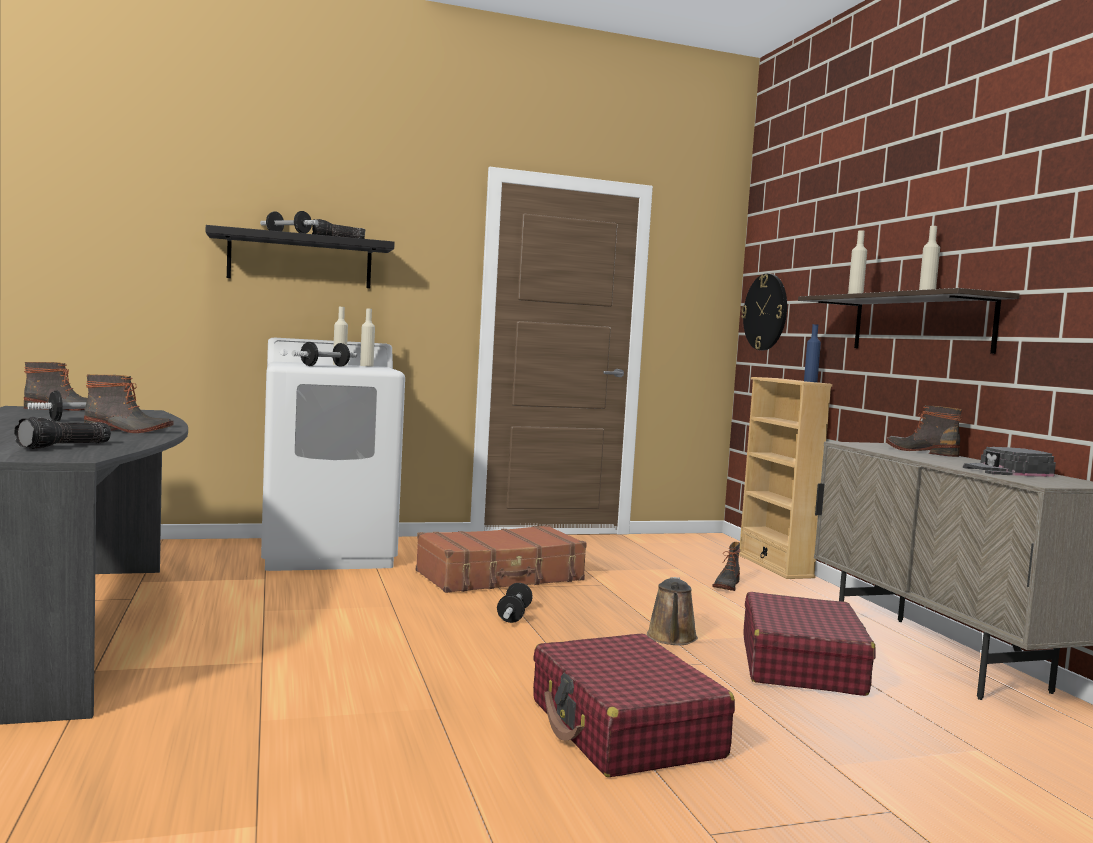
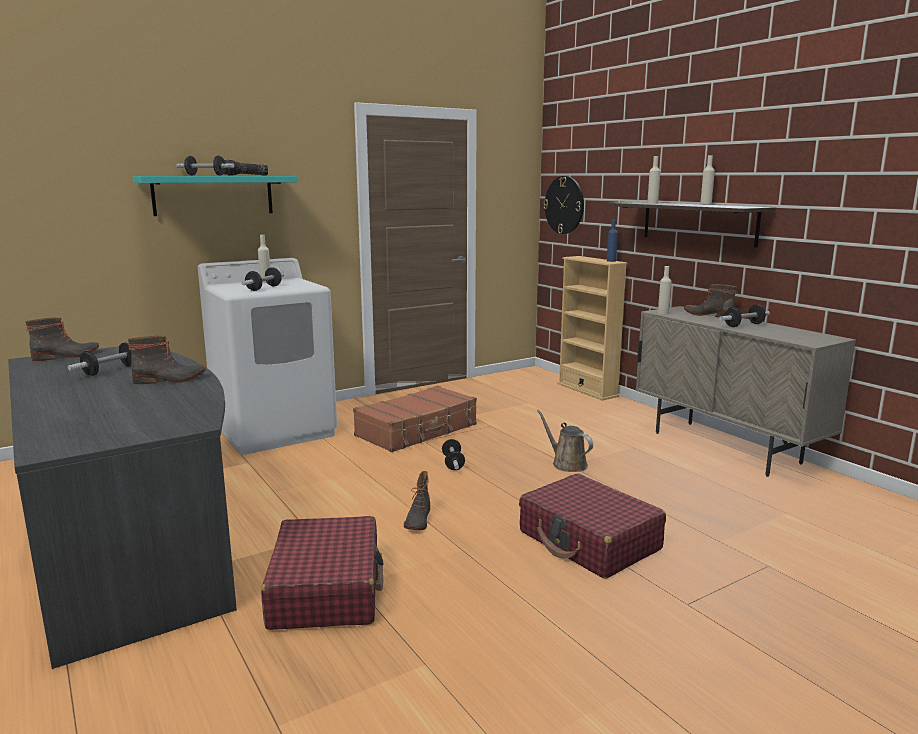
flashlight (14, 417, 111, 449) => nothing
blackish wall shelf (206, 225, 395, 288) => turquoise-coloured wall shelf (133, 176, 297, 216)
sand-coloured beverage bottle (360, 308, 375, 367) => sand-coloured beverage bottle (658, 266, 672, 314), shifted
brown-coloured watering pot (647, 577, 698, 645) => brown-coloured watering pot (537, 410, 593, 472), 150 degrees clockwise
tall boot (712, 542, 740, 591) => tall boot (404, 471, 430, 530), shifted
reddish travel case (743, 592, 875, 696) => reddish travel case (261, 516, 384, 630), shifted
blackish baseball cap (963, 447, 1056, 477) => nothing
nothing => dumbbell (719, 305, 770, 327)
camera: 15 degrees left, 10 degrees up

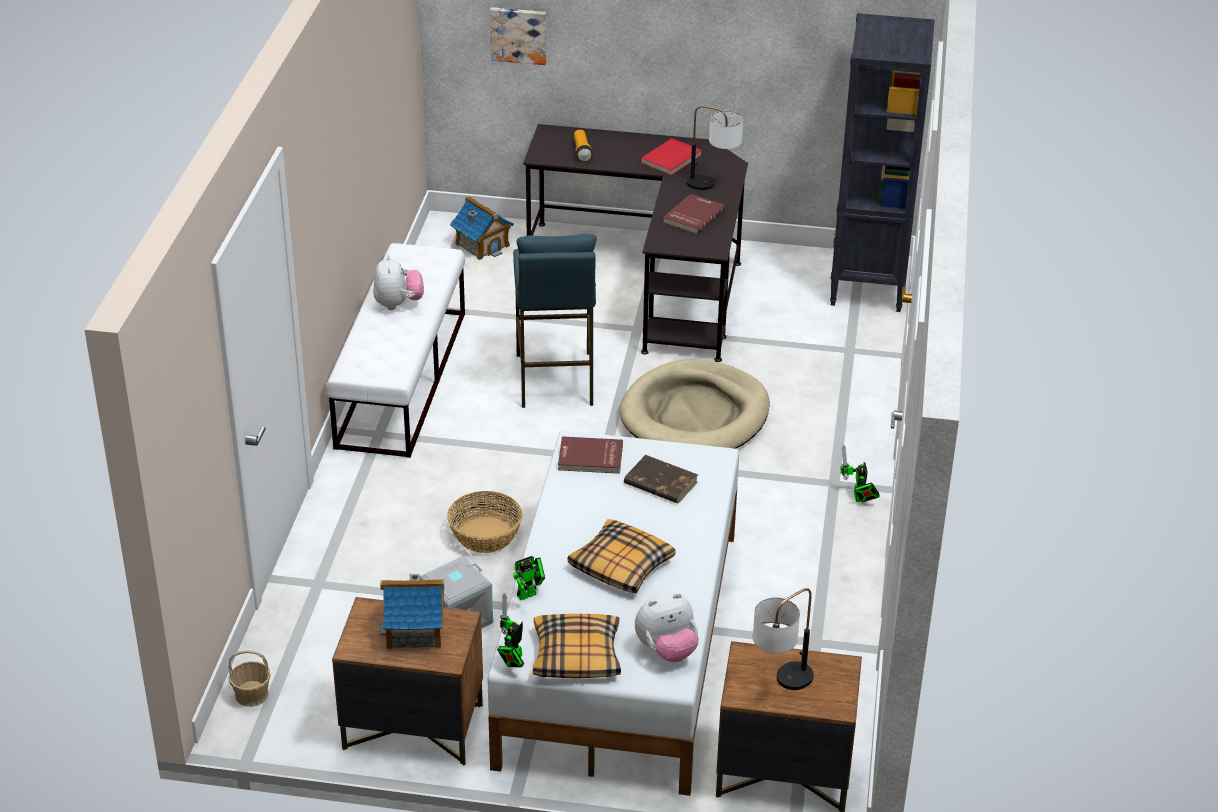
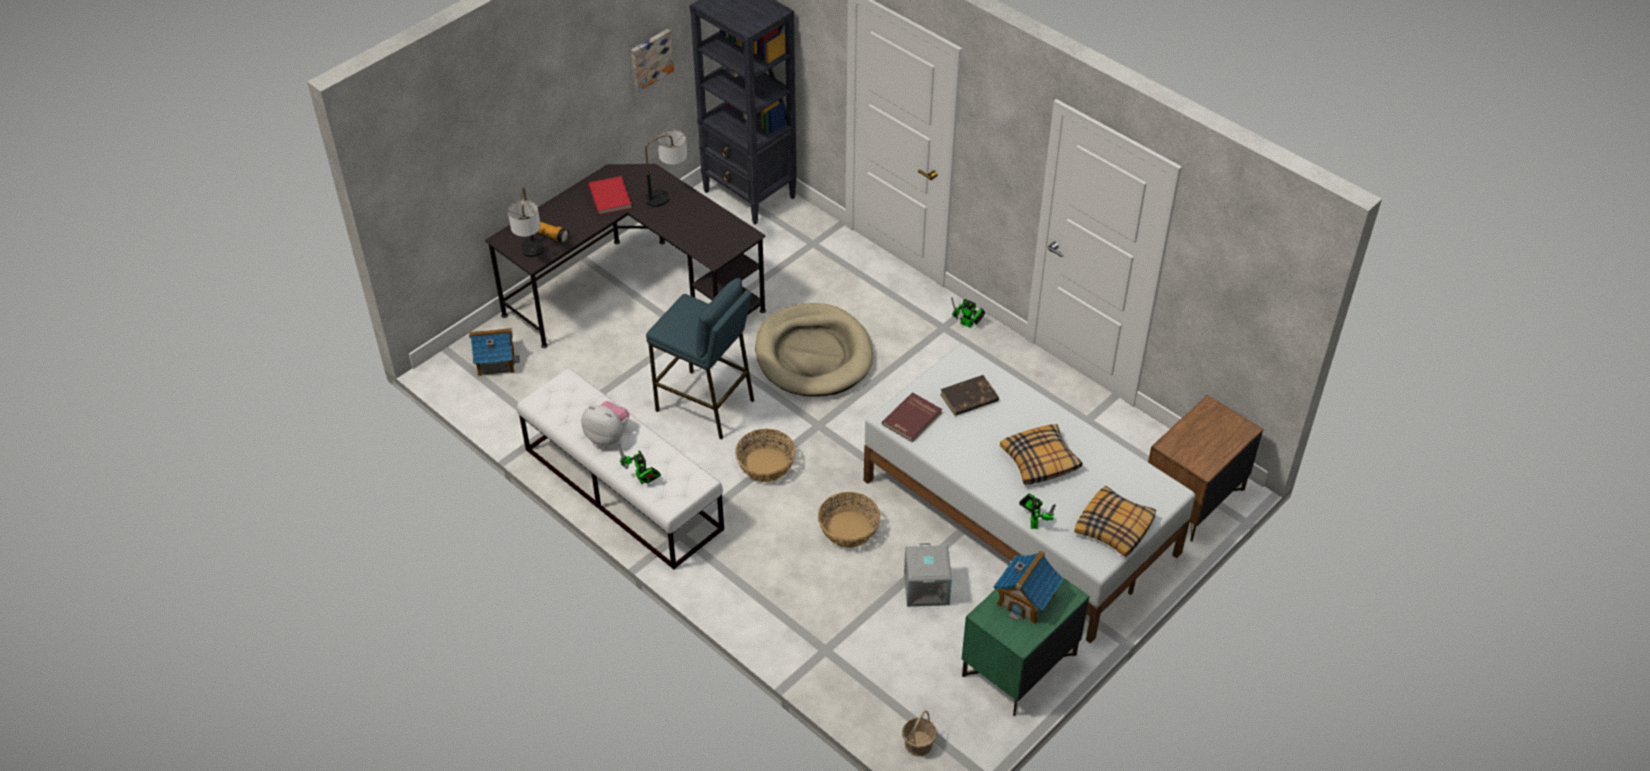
brown-coloured night table (332, 597, 483, 766) => green night table (962, 576, 1090, 716)
wall picture (490, 7, 547, 65) => wall picture (631, 29, 674, 92), shifted
model robot (497, 593, 524, 667) => model robot (617, 443, 661, 484), shifted
plush toy (635, 593, 699, 662) => nothing
reddish bound book (663, 194, 725, 234) => nothing
table lamp (753, 588, 814, 690) => table lamp (508, 187, 544, 257), shifted
nothing => basket (735, 429, 796, 482)
camera: 55 degrees left, 10 degrees up

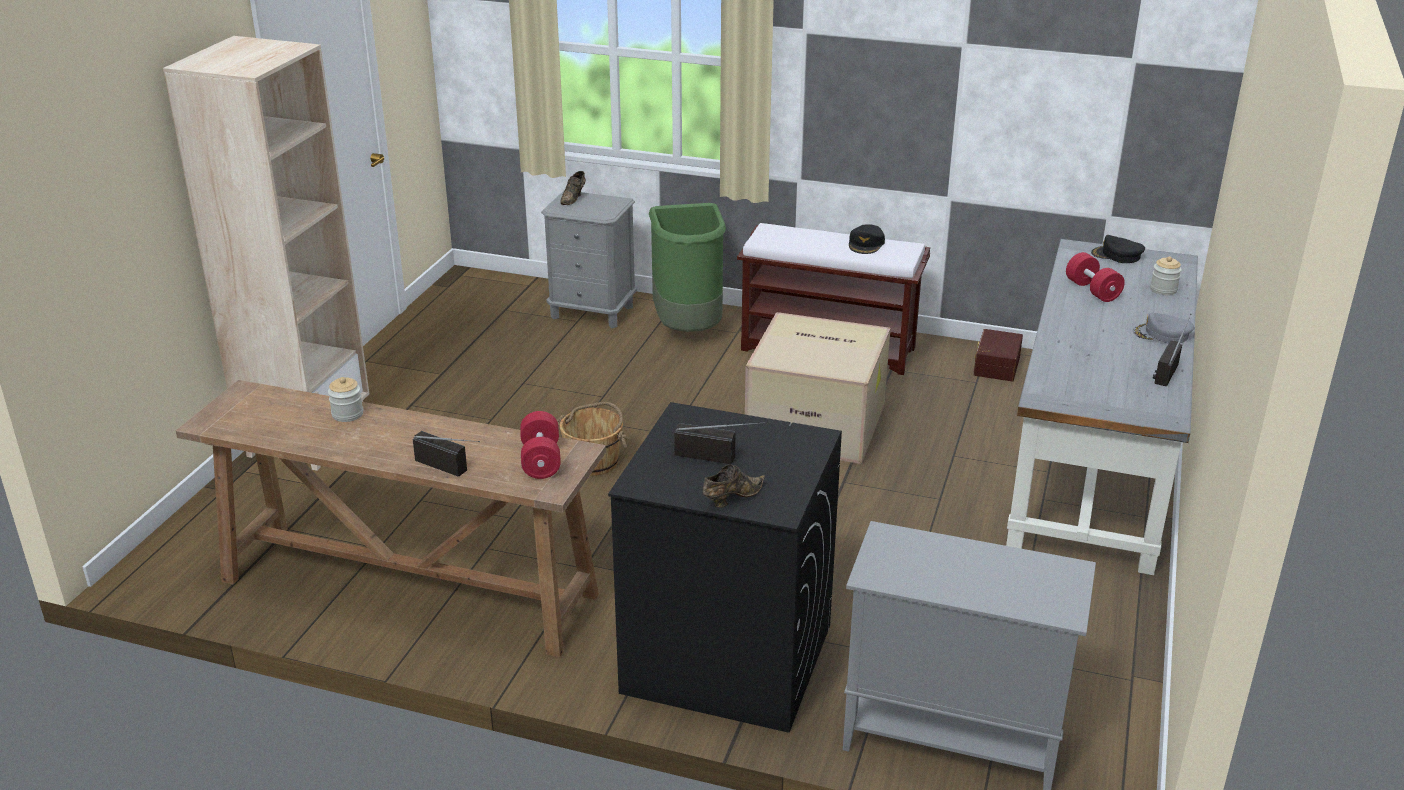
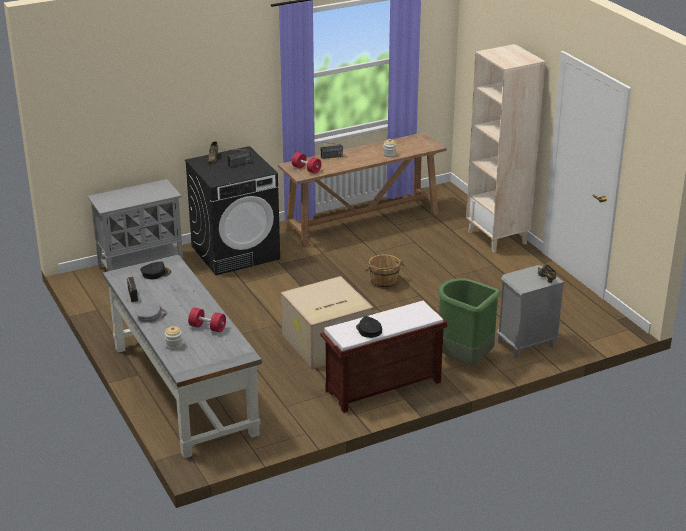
brown-coloured storage box (974, 329, 1023, 381) => nothing
blackish baseball cap (1091, 235, 1145, 263) => blackish baseball cap (140, 262, 171, 279), shifted
camera: 135 degrees right, 0 degrees up

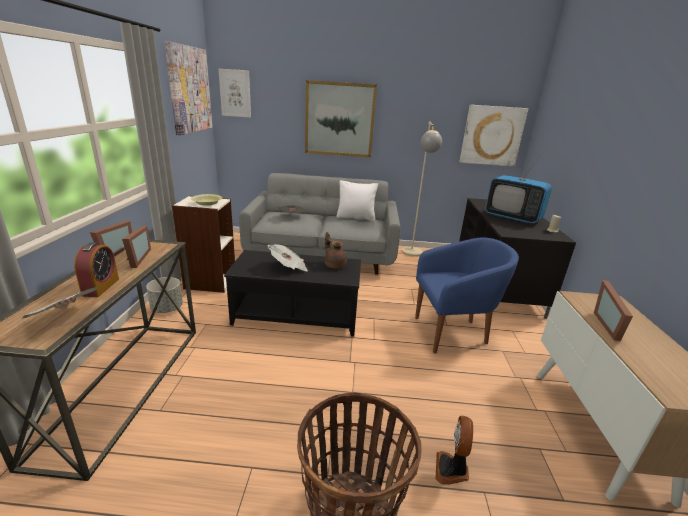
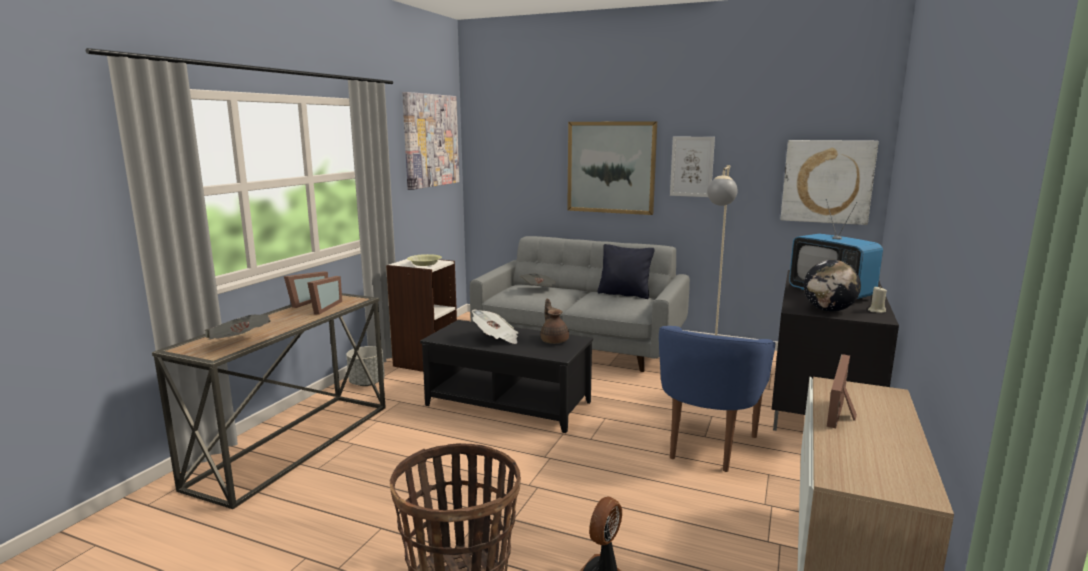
bedside clock (74, 242, 119, 297) => nothing
wall picture (219, 69, 251, 118) => wall picture (670, 137, 715, 197), shifted
white throw pillow (336, 180, 378, 221) => blackish throw pillow (597, 244, 655, 299)
blue easy chair (415, 237, 519, 353) => blue easy chair (659, 326, 775, 472), 105 degrees clockwise
nothing => world globe (804, 260, 861, 312)
camera: 20 degrees right, 10 degrees down

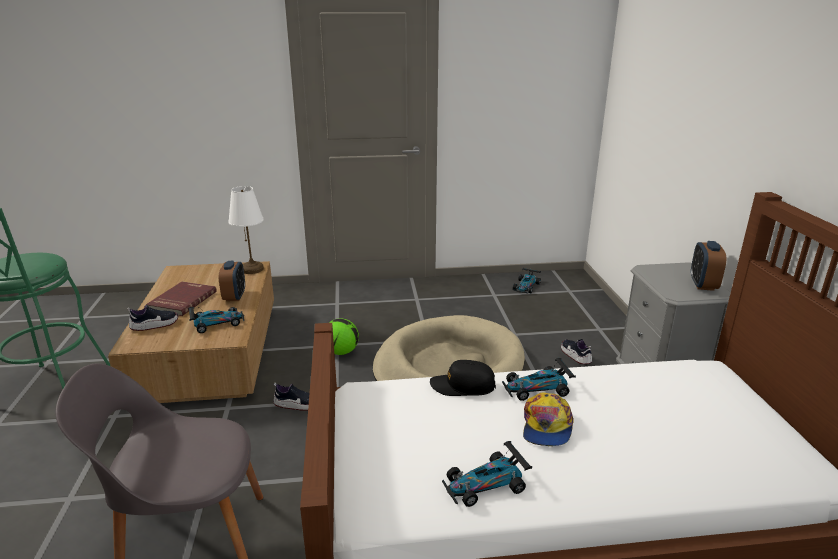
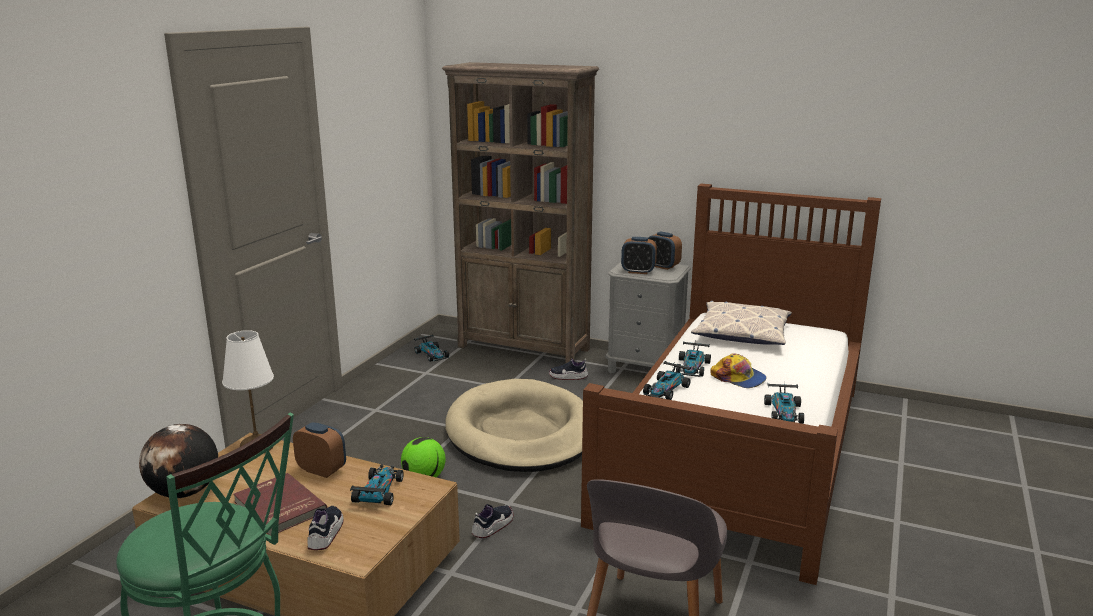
blackish baseball cap (430, 360, 496, 396) => model car (643, 361, 691, 400)
nothing => world globe (139, 424, 218, 498)
nothing => brown-coloured bookcase (442, 62, 599, 363)
nothing => bedside clock (621, 237, 657, 274)
nothing => throw pillow (691, 301, 792, 345)
camera: 60 degrees left, 5 degrees down

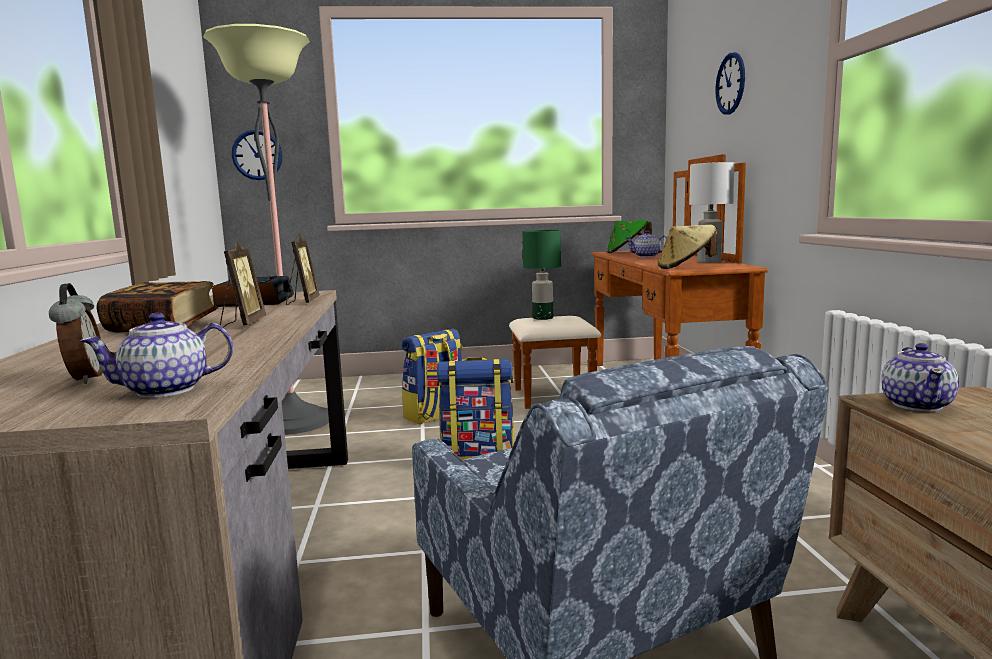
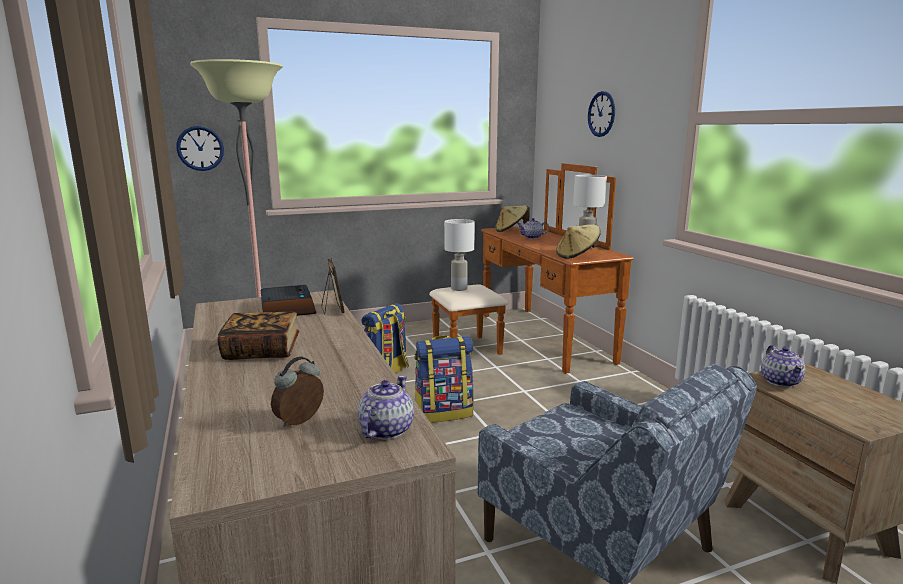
bedside clock (49, 283, 103, 384) => bedside clock (271, 357, 324, 427), 105 degrees counterclockwise
tea pot (80, 313, 233, 398) => tea pot (358, 375, 414, 439), 150 degrees clockwise
photo frame (220, 240, 266, 328) => nothing
green table lamp (522, 230, 561, 320) => white table lamp (444, 219, 475, 291)
green wearable hat (607, 220, 652, 253) => sand-coloured wearable hat (495, 206, 529, 232)
camera: 15 degrees left, 5 degrees up

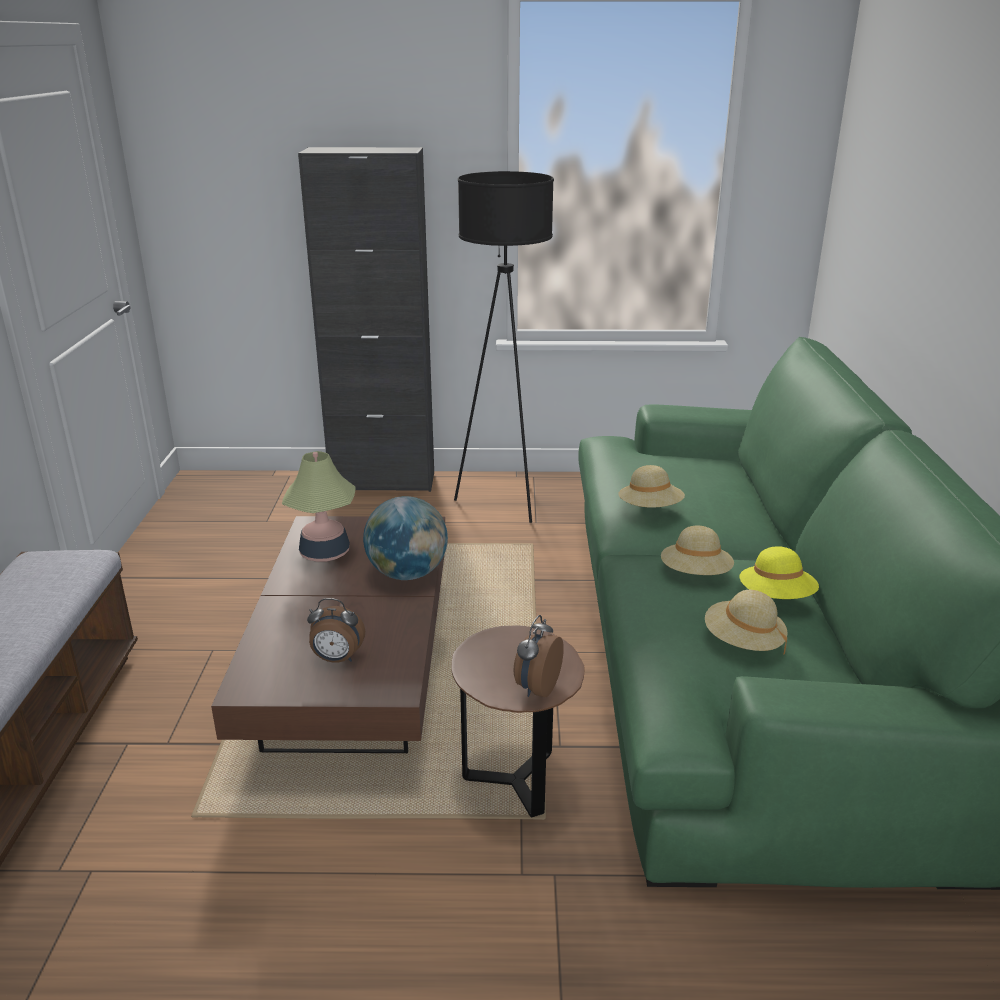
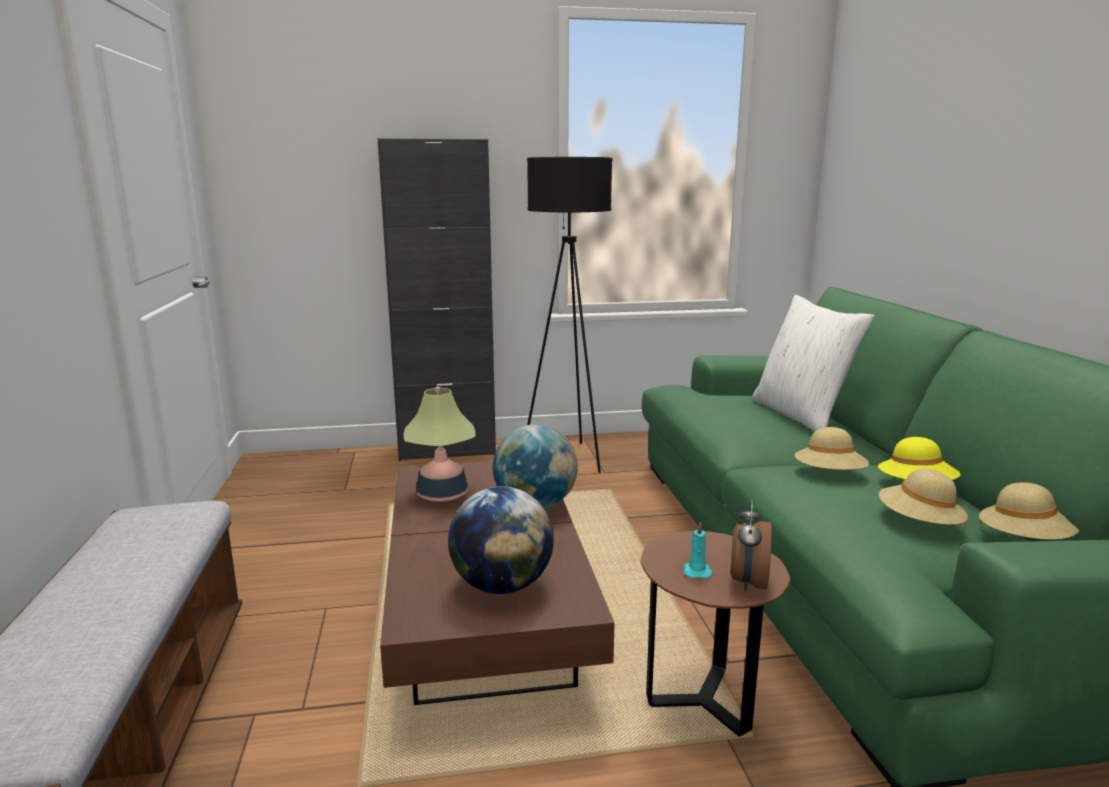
bedside clock (307, 598, 365, 663) => world globe (448, 486, 554, 594)
sand-coloured wearable hat (618, 465, 685, 508) => sand-coloured wearable hat (979, 482, 1080, 540), shifted
nothing => turquoise-coloured wax candle (683, 522, 712, 579)
nothing => white throw pillow (751, 295, 874, 432)
camera: 10 degrees left, 10 degrees down

